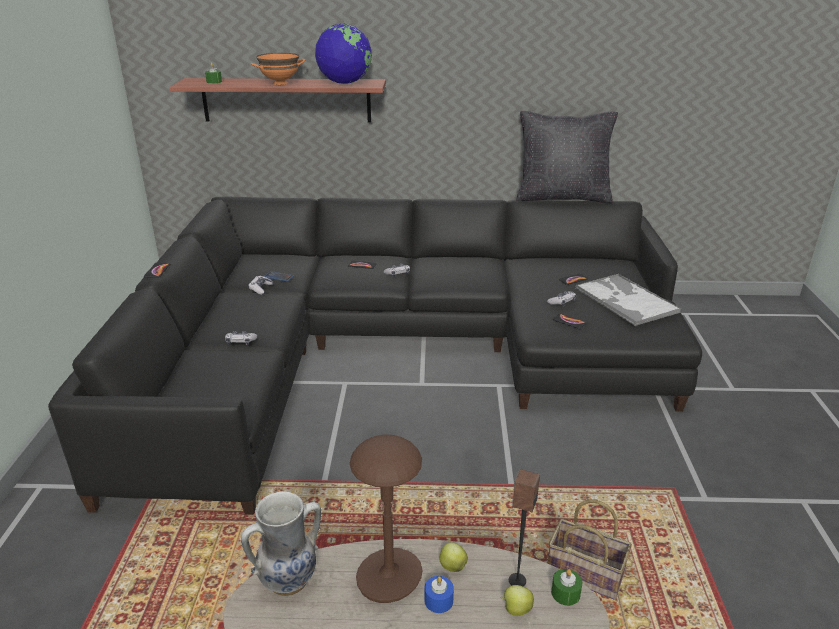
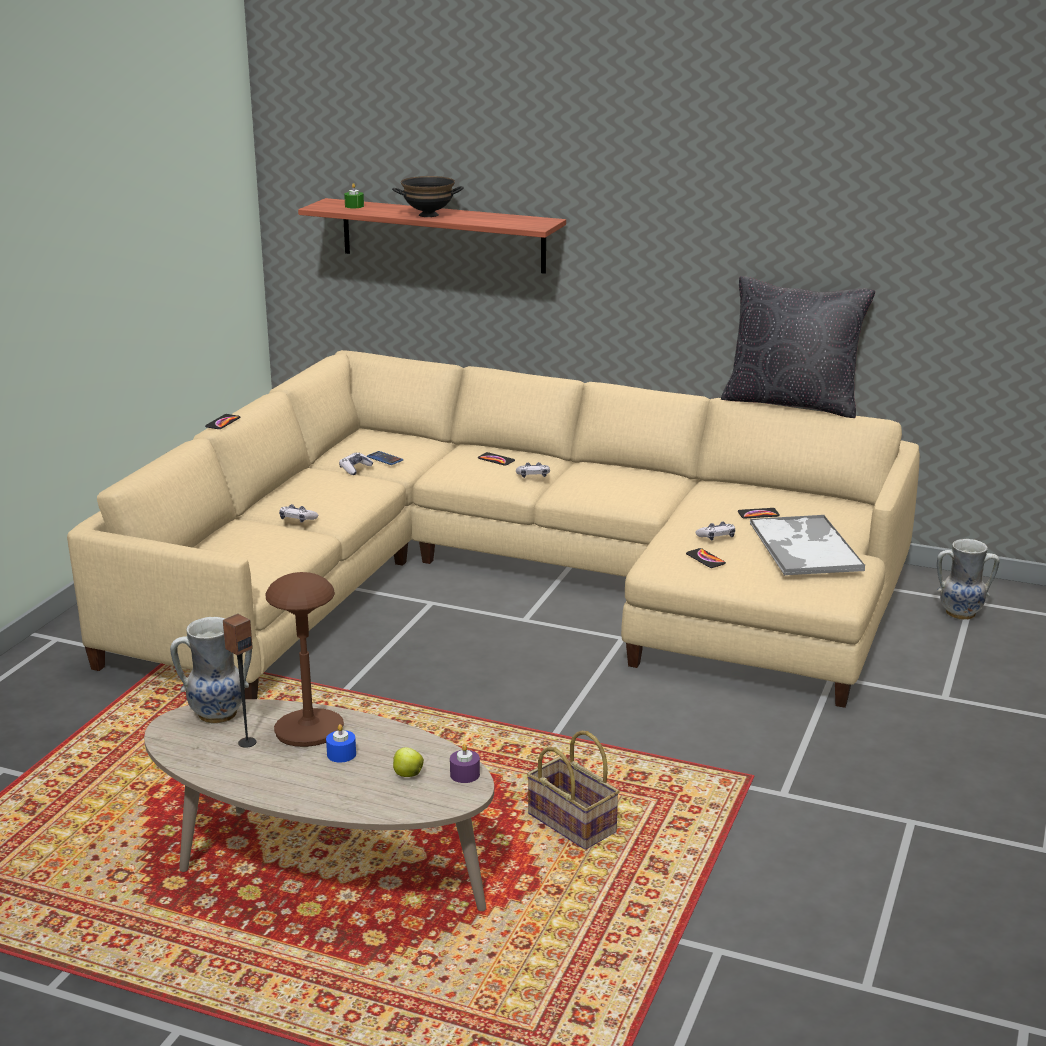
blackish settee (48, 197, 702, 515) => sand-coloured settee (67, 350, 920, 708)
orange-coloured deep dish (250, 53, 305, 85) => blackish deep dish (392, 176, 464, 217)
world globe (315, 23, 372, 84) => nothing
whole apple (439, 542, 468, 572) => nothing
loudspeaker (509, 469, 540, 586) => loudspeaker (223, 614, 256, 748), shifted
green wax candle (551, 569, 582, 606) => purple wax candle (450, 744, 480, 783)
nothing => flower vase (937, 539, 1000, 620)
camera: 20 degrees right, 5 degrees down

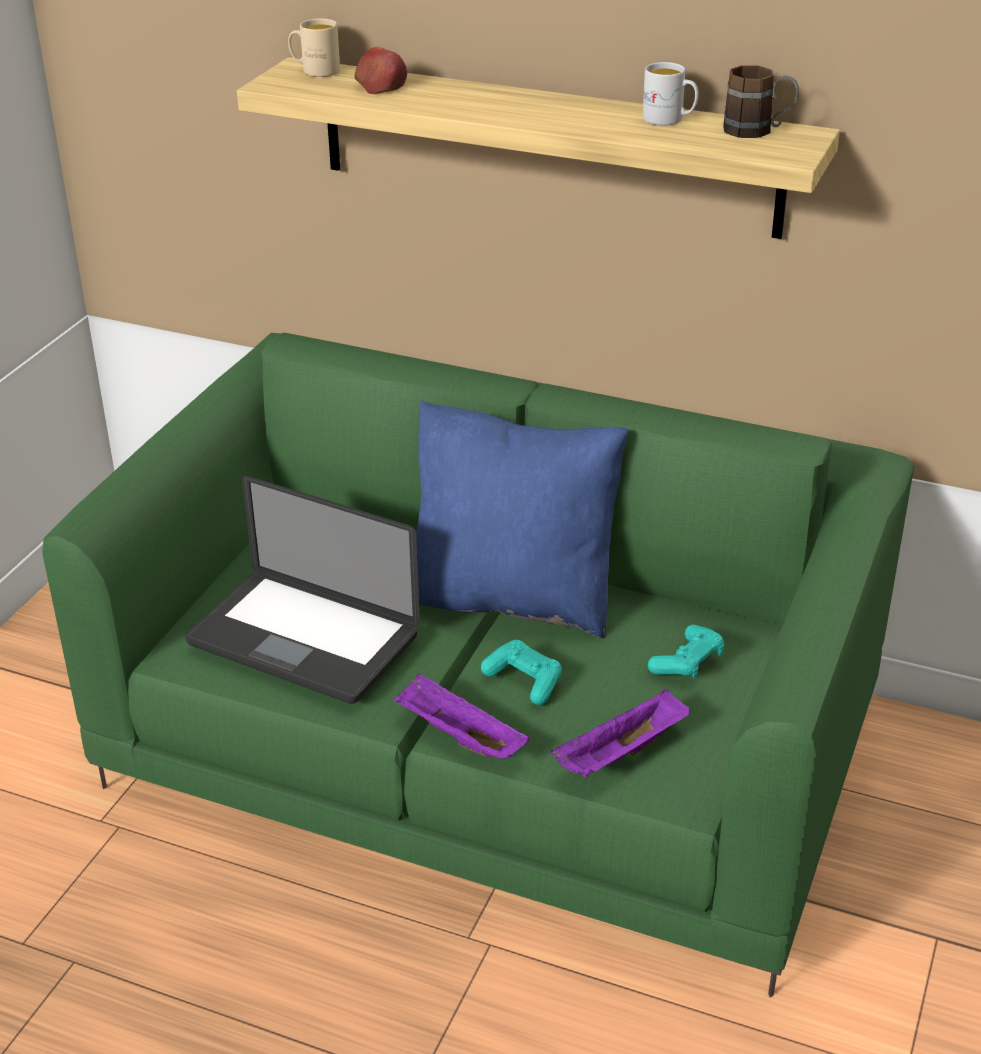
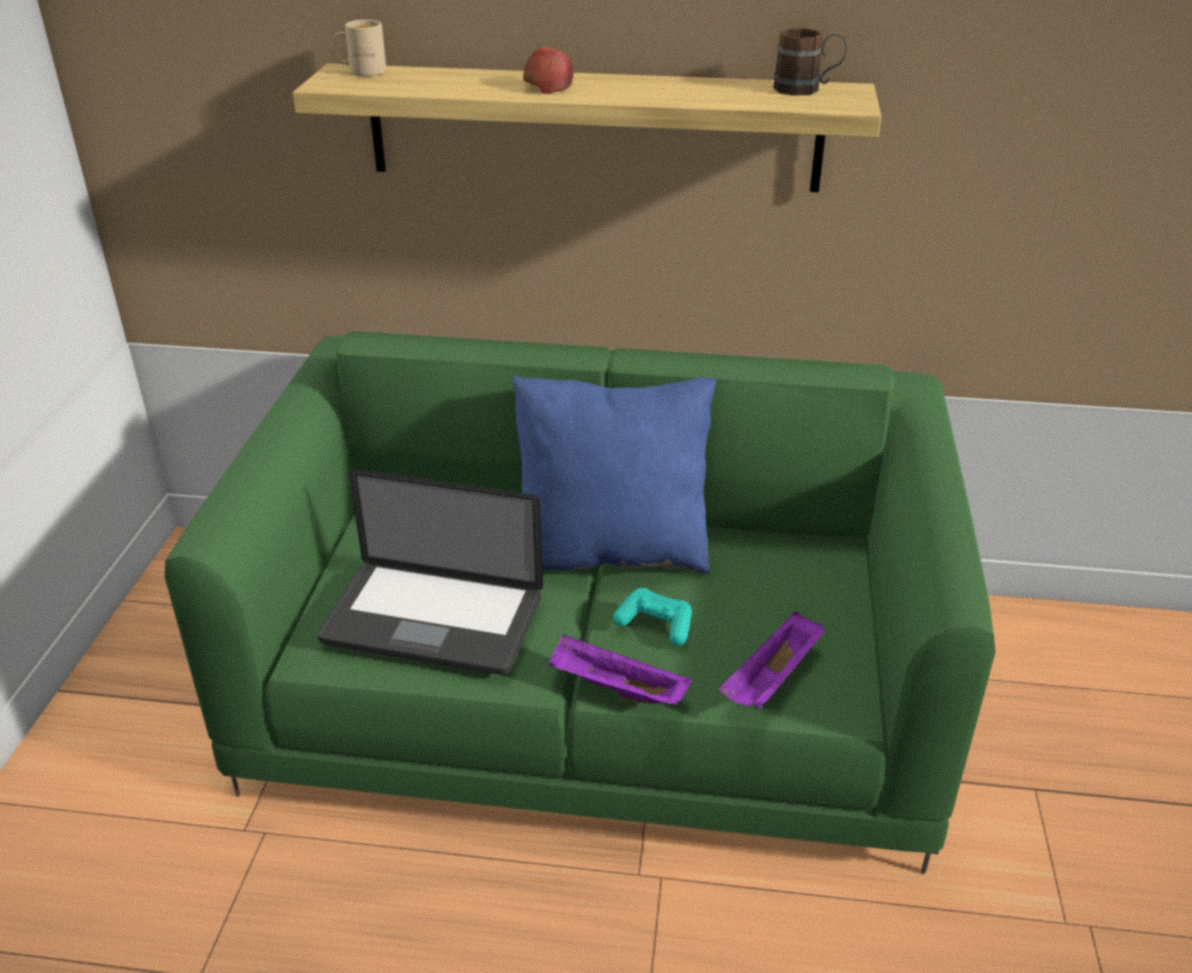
whole apple (354, 47, 407, 94) => whole apple (523, 47, 574, 94), shifted
white coffee mug (643, 62, 699, 126) => nothing
turquoise-coloured game controller (648, 624, 724, 679) => nothing
camera: 15 degrees left, 0 degrees up

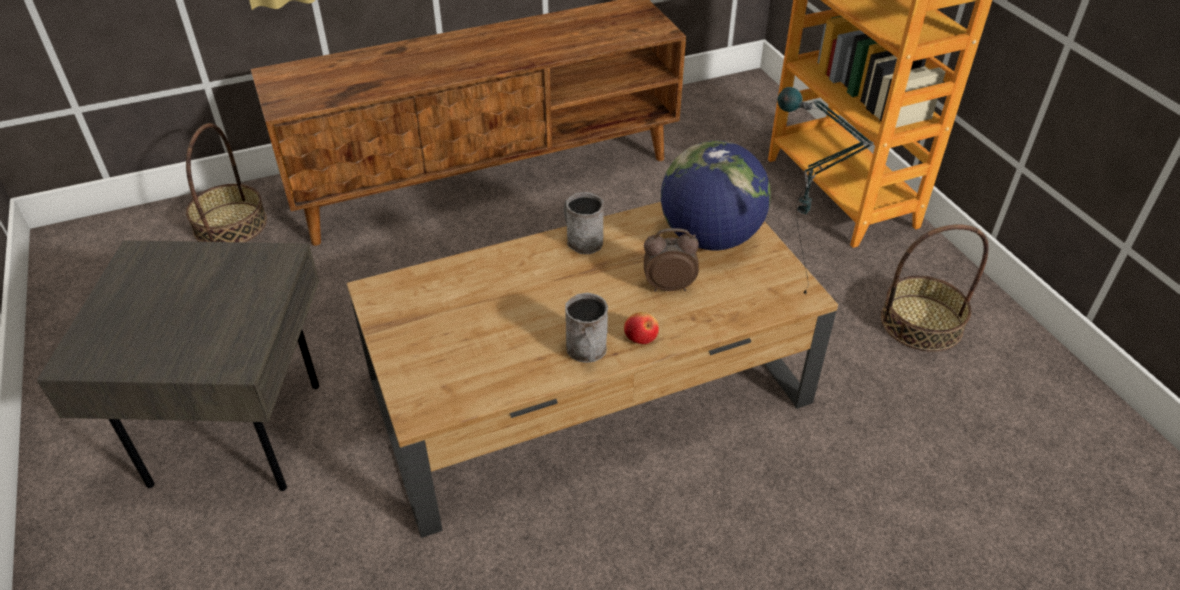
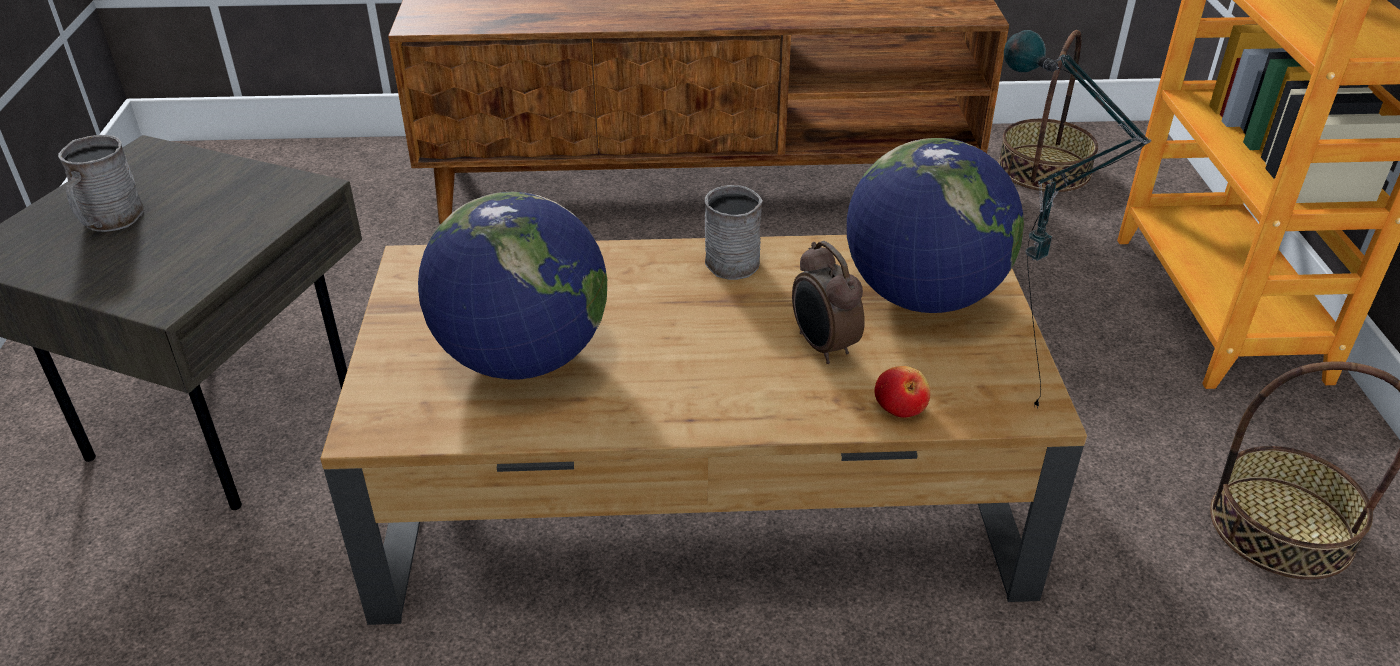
basket (186, 123, 267, 242) => basket (998, 30, 1098, 192), shifted
gray coffee mug (565, 293, 608, 363) => gray coffee mug (58, 135, 145, 232), shifted
whole apple (624, 312, 659, 344) => whole apple (875, 366, 930, 418), shifted
bedside clock (644, 228, 699, 292) => bedside clock (792, 241, 865, 364), 135 degrees counterclockwise
nothing => world globe (418, 192, 607, 380)
camera: 20 degrees right, 5 degrees down

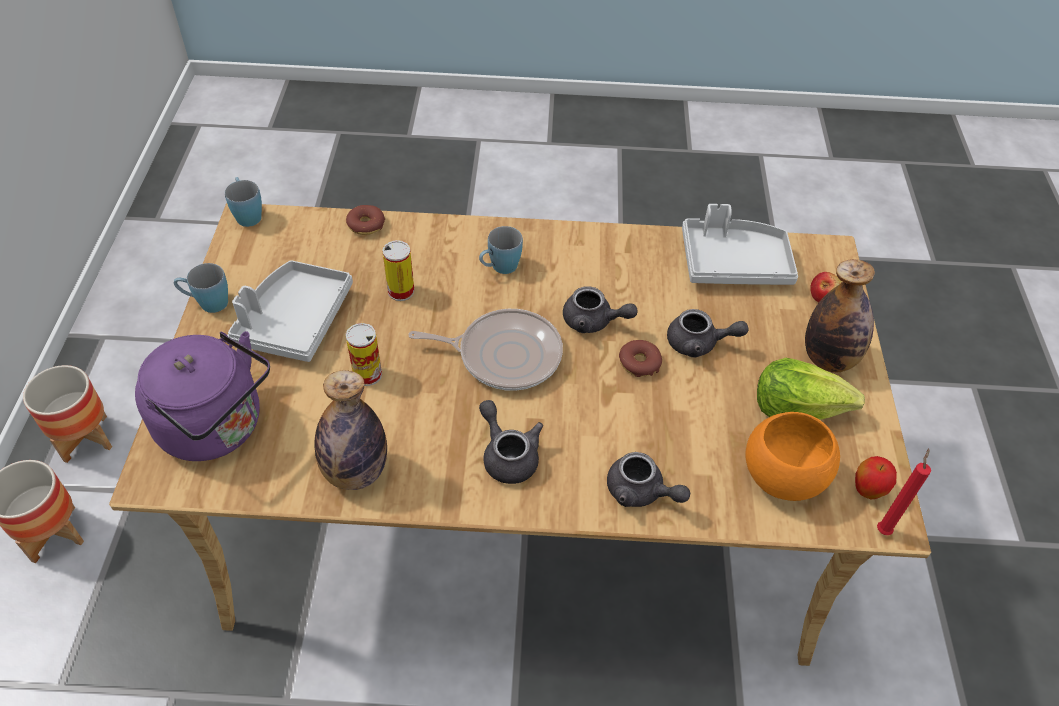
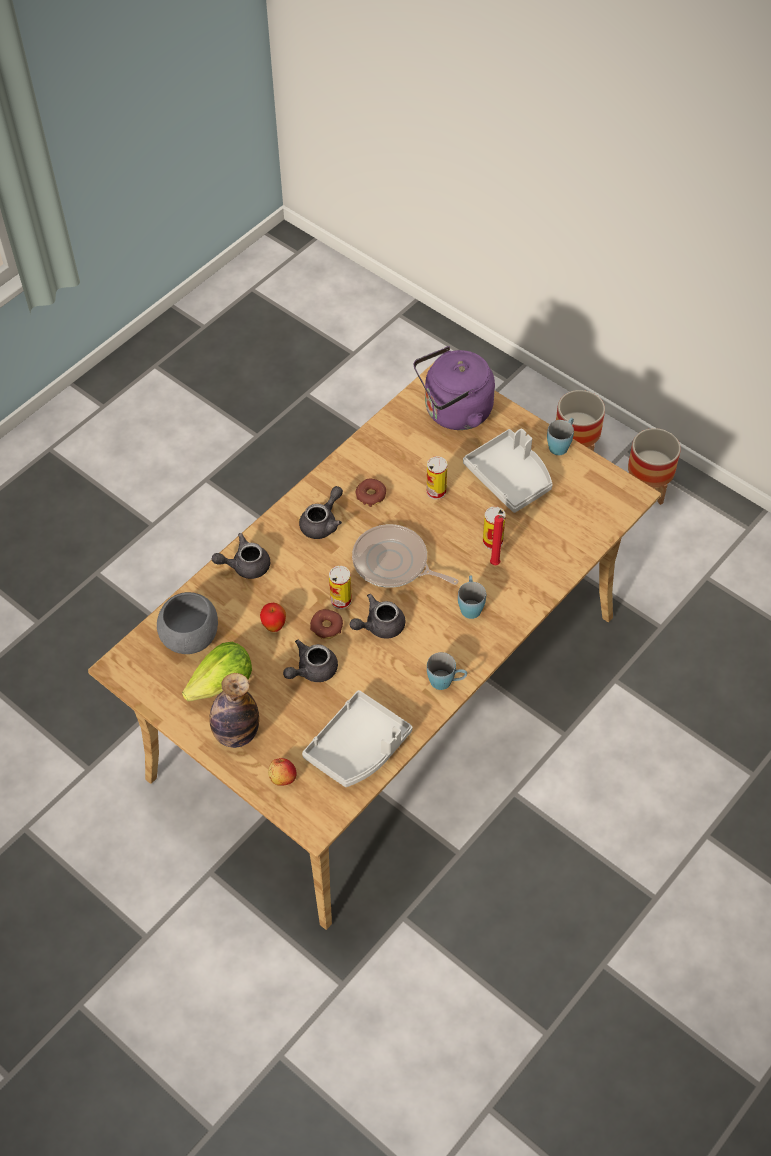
blue coffee mug (225, 177, 262, 227) => blue coffee mug (427, 652, 467, 690), shifted
beverage bottle (315, 370, 387, 490) => nothing
donut (346, 205, 385, 235) => donut (356, 479, 386, 507), shifted
frying pan (408, 309, 563, 391) => frying pan (352, 524, 458, 588), 75 degrees clockwise
gray tea pot (479, 400, 543, 484) => gray tea pot (299, 486, 343, 539), 60 degrees counterclockwise
orange-coloured deep dish (745, 412, 840, 501) => gray deep dish (157, 592, 218, 654)
whole apple (855, 456, 897, 499) => whole apple (260, 603, 286, 632), shifted
reddish wax candle (877, 449, 931, 535) => reddish wax candle (490, 515, 506, 565), shifted
nothing => metal can (329, 566, 352, 609)
camera: 130 degrees right, 5 degrees up

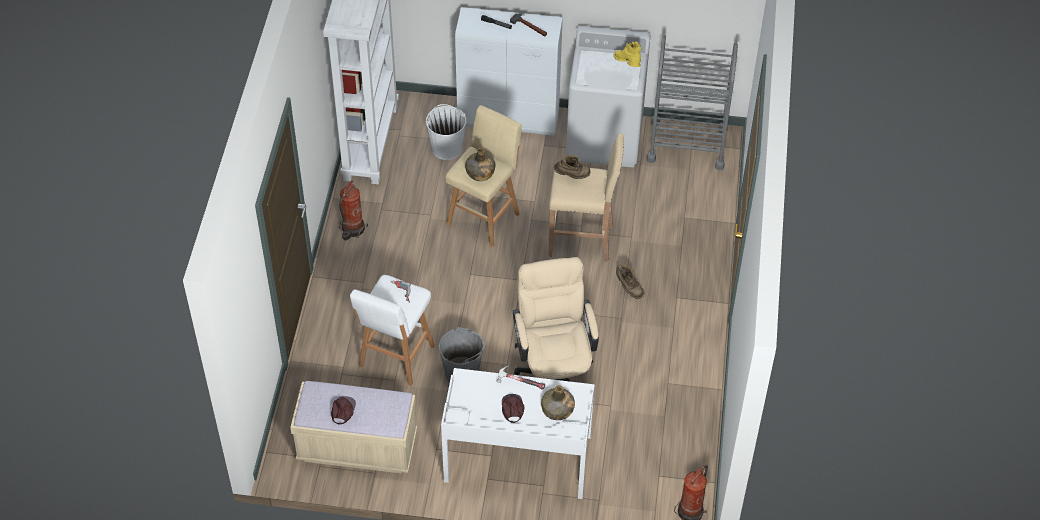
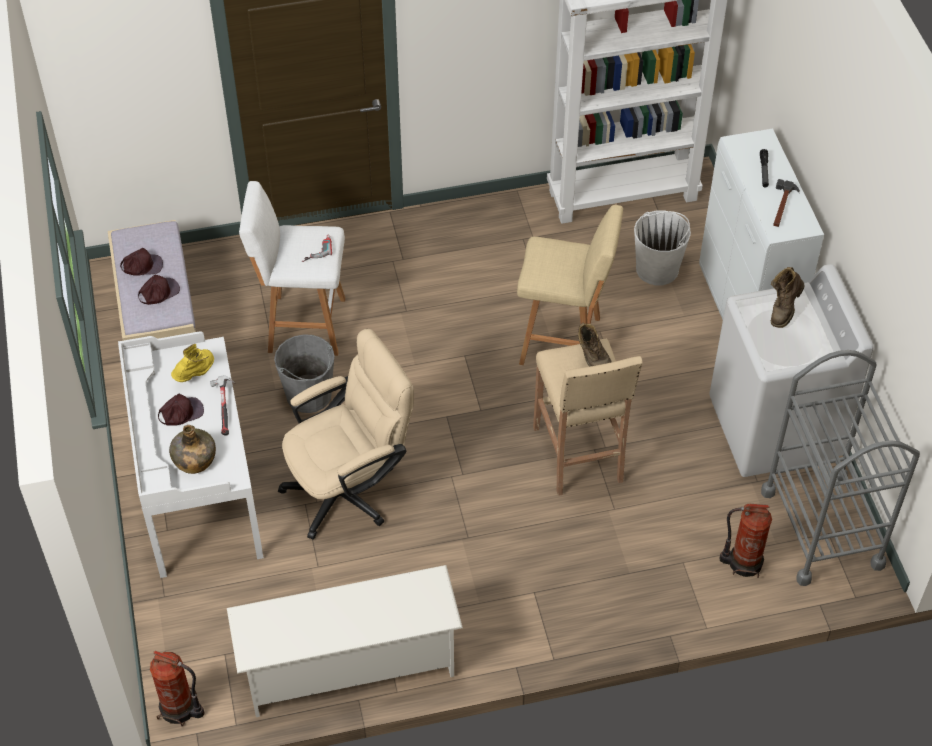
fire-fighting cylinder (339, 180, 368, 240) => fire-fighting cylinder (719, 504, 772, 578), shifted
green beverage bottle (465, 148, 495, 181) => nothing
yellow-coloured tall boot (613, 41, 641, 67) => yellow-coloured tall boot (171, 344, 214, 382), shifted
brown-coloured tall boot (616, 265, 644, 299) => brown-coloured tall boot (771, 267, 804, 328), shifted
nothing => brown-coloured baseball cap (138, 275, 180, 305)
nothing => white shoe shelf (227, 565, 463, 717)
camera: 70 degrees right, 0 degrees up

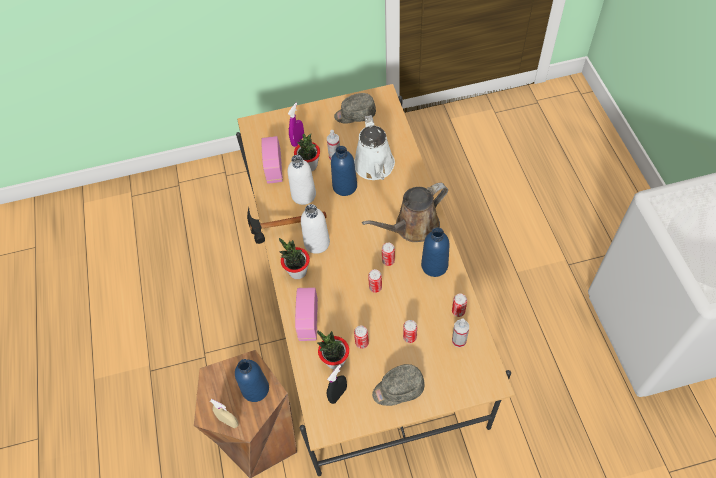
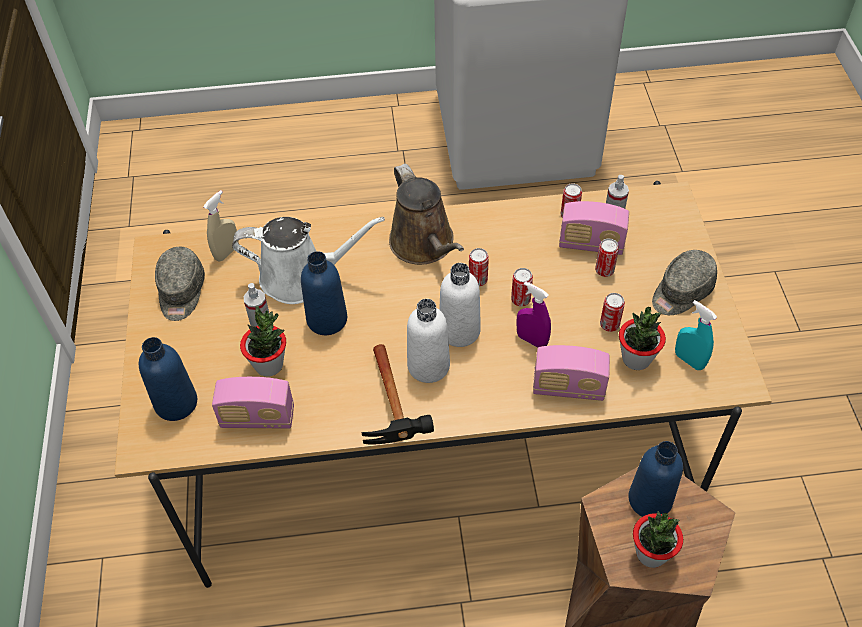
sand-coloured hand sprayer (210, 399, 238, 428) => sand-coloured hand sprayer (203, 190, 239, 261), shifted
plant in a pot (279, 238, 310, 279) => plant in a pot (633, 511, 683, 568), shifted
purple hand sprayer (288, 103, 304, 147) => purple hand sprayer (516, 281, 551, 348), shifted
white beverage bottle (288, 155, 316, 205) => white beverage bottle (439, 263, 481, 347), shifted
blackish hand sprayer (327, 364, 347, 404) => turquoise-coloured hand sprayer (675, 300, 717, 370)
gray baseball cap (372, 364, 425, 406) => gray baseball cap (652, 250, 717, 315), 60 degrees clockwise
blue beverage bottle (421, 227, 450, 277) => blue beverage bottle (139, 337, 197, 421), shifted
nothing => radio (559, 201, 629, 255)
camera: 85 degrees left, 5 degrees down

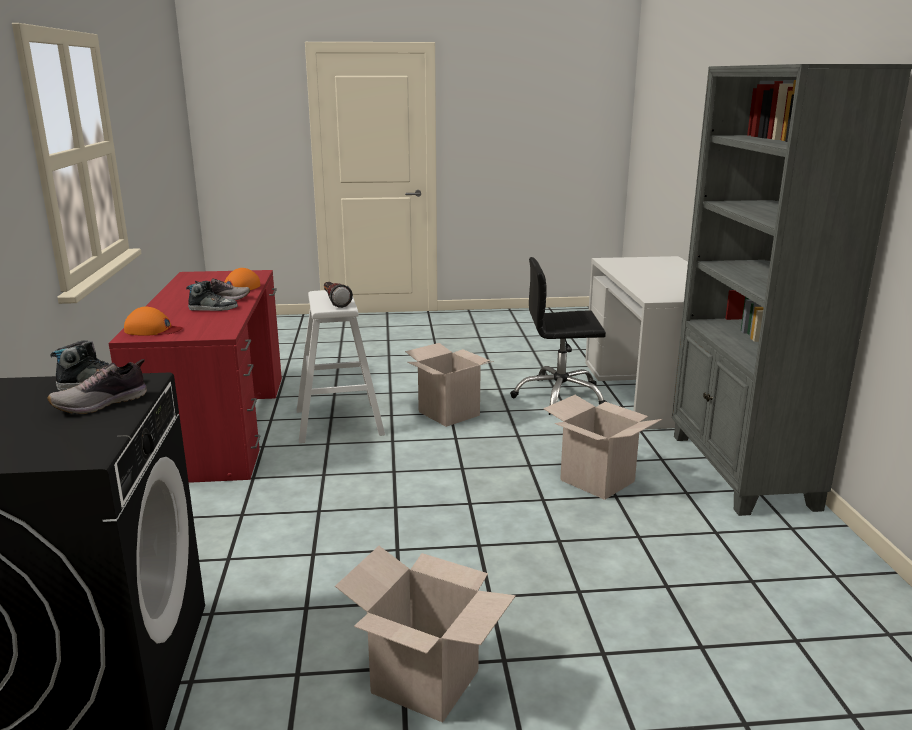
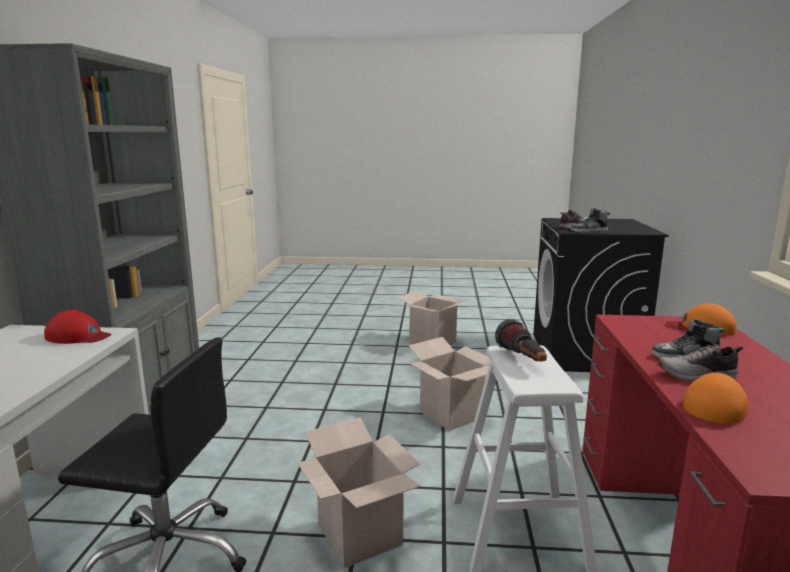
packing box (543, 395, 663, 500) => packing box (409, 337, 490, 431), shifted
nothing => reddish baseball cap (44, 310, 112, 344)
camera: 170 degrees left, 5 degrees down

